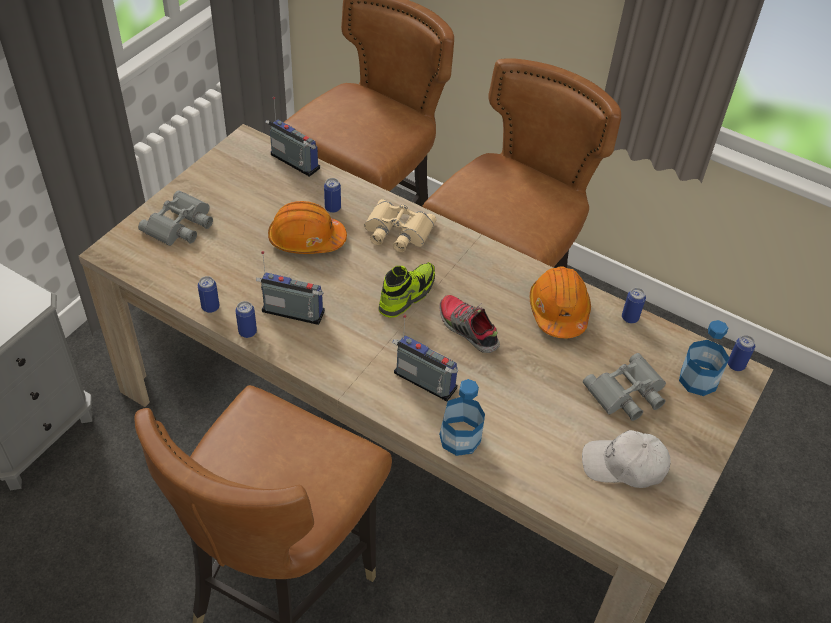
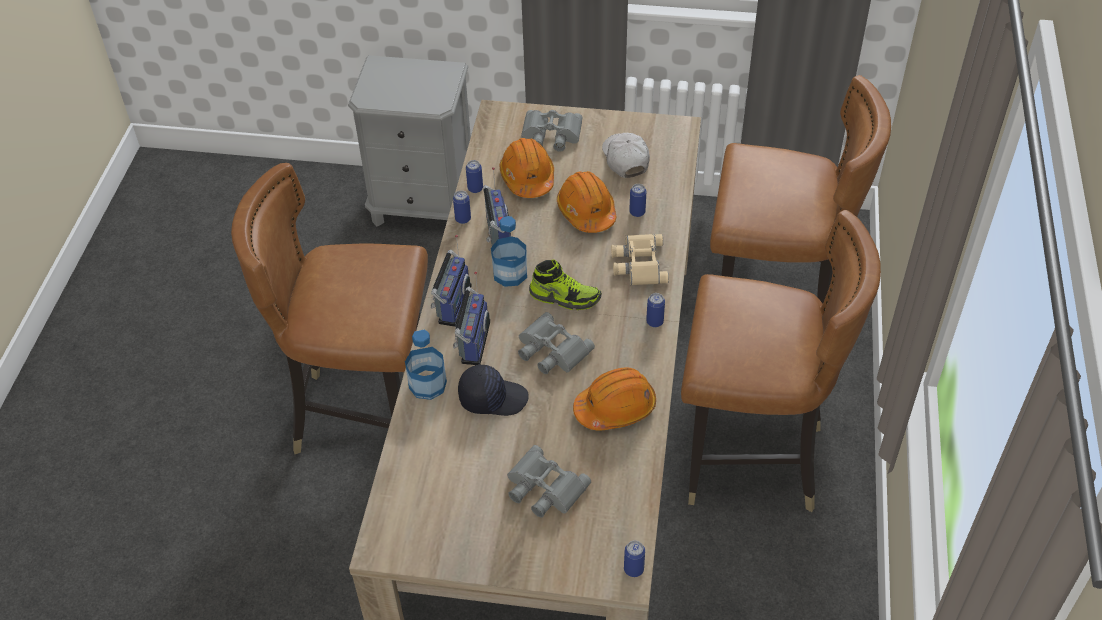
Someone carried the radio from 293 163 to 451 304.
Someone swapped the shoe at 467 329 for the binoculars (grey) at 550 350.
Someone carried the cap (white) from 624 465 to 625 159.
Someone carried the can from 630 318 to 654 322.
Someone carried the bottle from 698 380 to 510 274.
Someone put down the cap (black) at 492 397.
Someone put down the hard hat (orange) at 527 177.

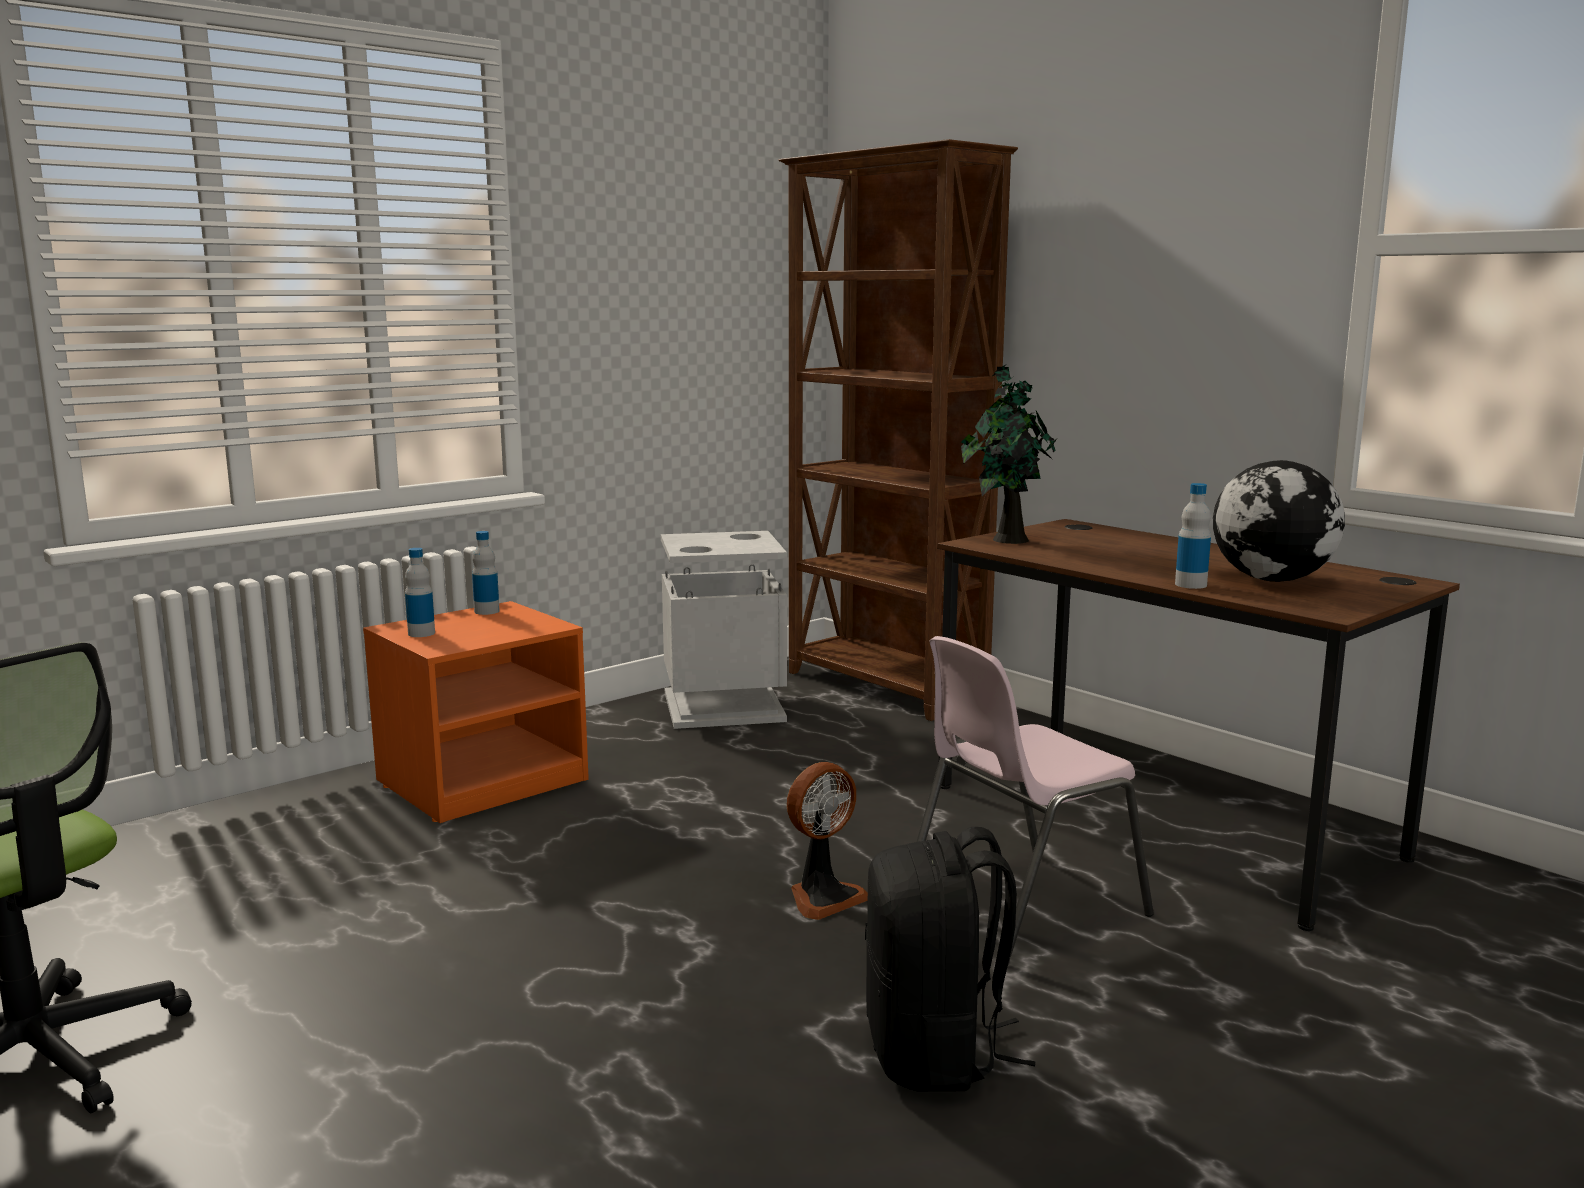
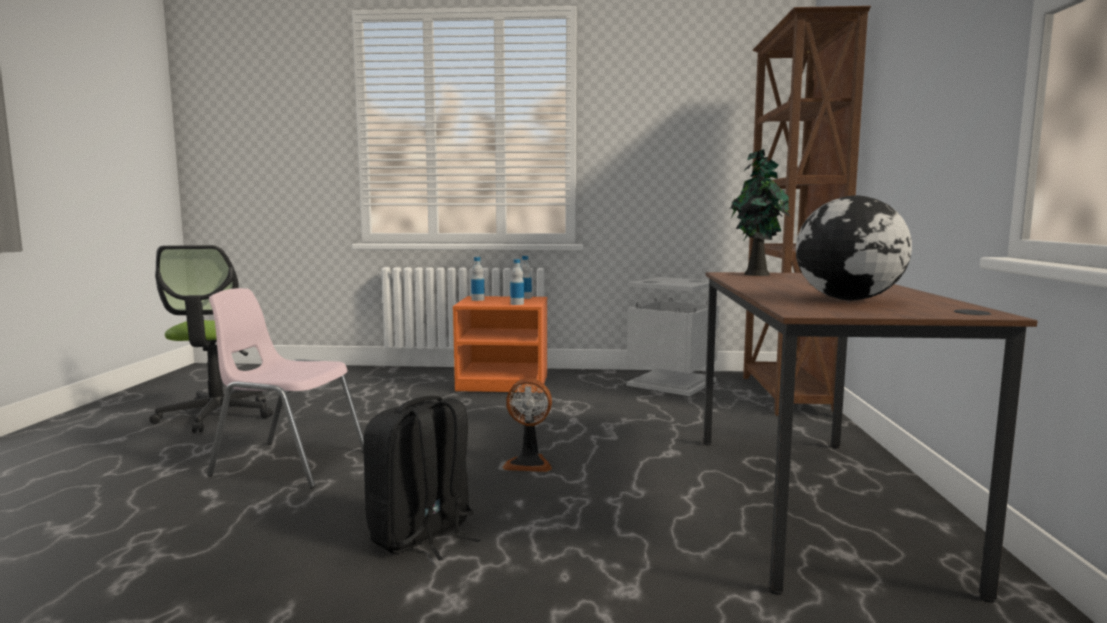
Someone carried the chair (pink) from 1019 907 to 288 463.
Someone carried the bottle from 1190 585 to 517 304.

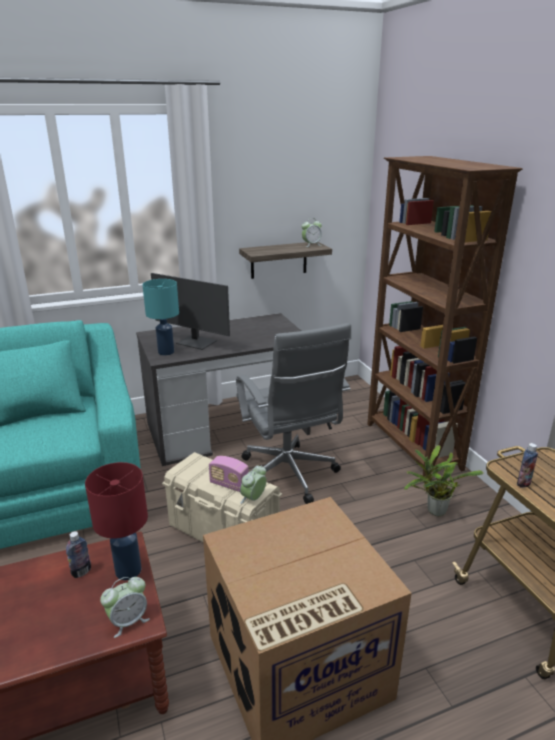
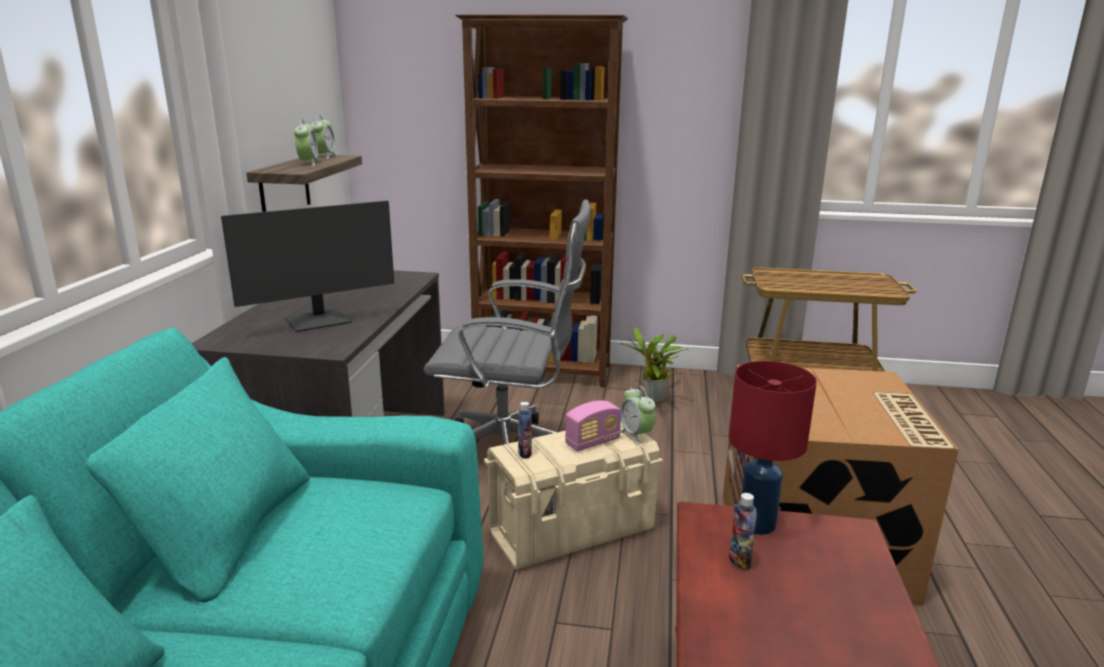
Someone carried the alarm clock from 128 621 to 308 163.
Someone took away the table lamp (turquoise) at 166 352.
Someone carried the bottle from 523 483 to 525 453.

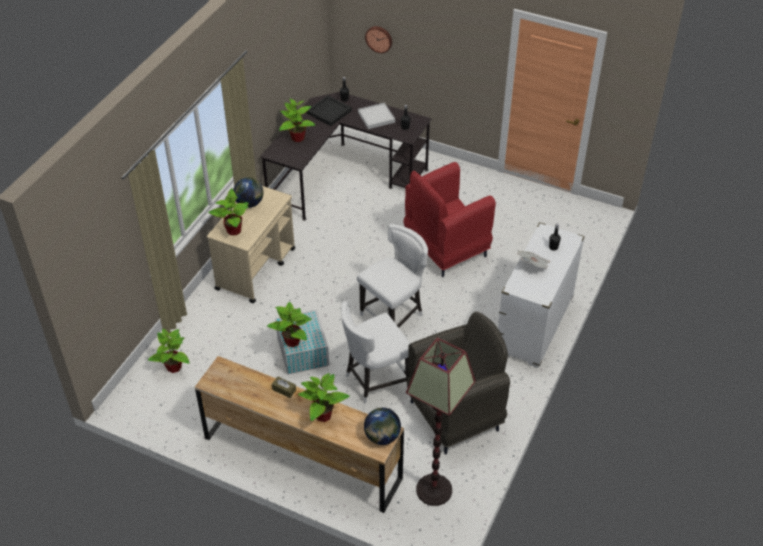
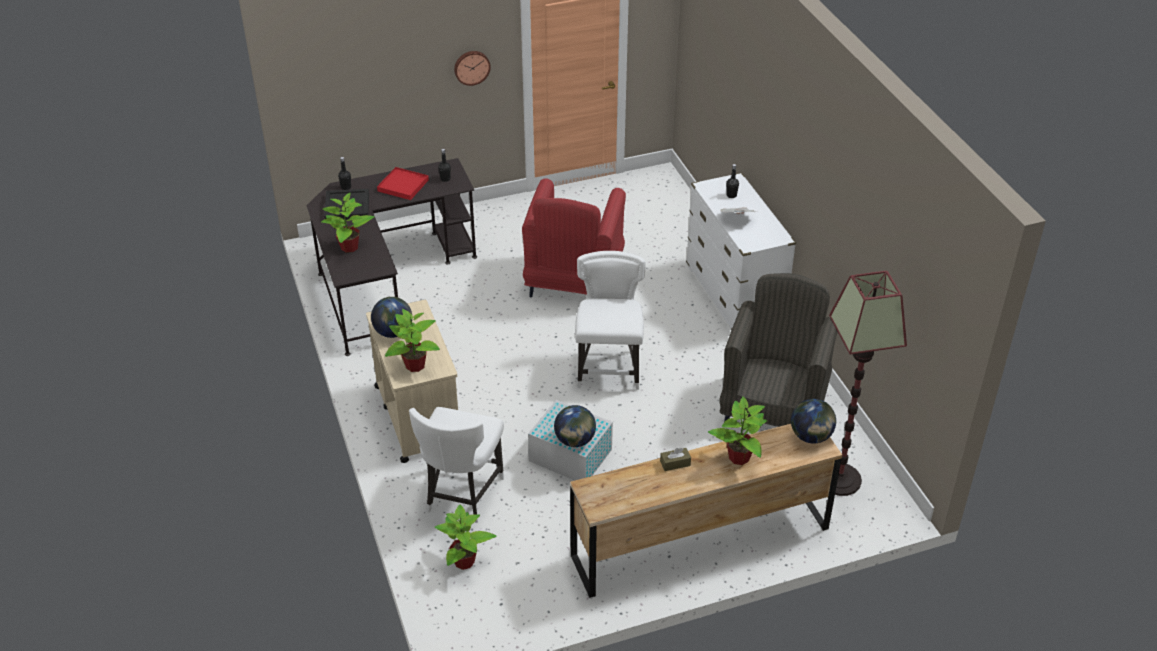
Someone swapped the potted plant at 293 341 for the globe at 575 440.
Someone carried the chair (white) from 375 380 to 461 495.
Someone repainted the tray (white) at 376 117, which became the tray (red) at 403 185.
Someone carried the wall clock from 379 38 to 471 67.

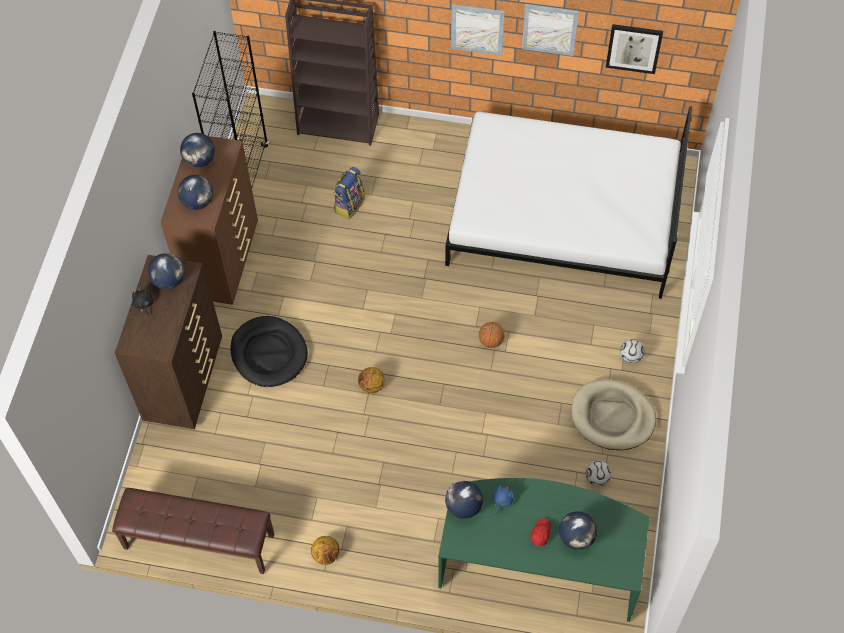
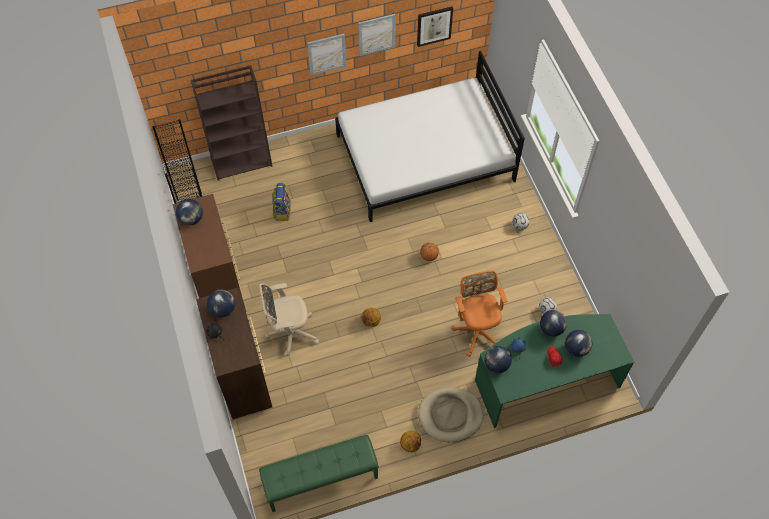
Someone repainted the bench (brown) at 198 542, which became the bench (green) at 321 480.
Someone carried the globe from 198 202 to 551 328.
Someone swapped the dog bed (black) at 269 353 for the office chair (beige) at 290 333.
Someone carried the dog bed (beige) from 612 417 to 450 415.
Someone put down the office chair (orange) at 477 330.

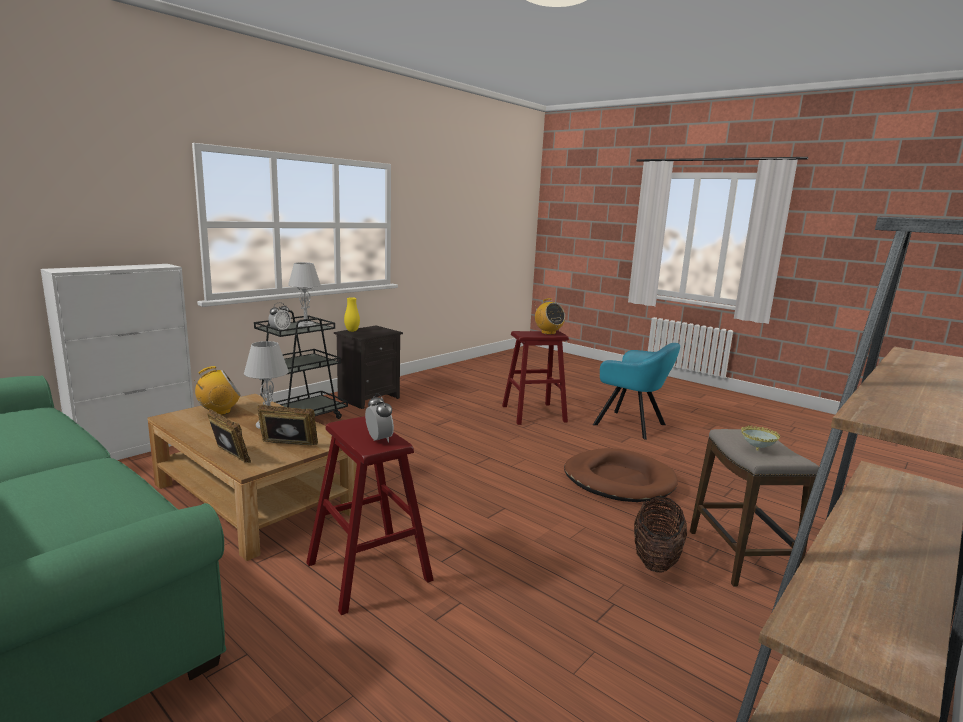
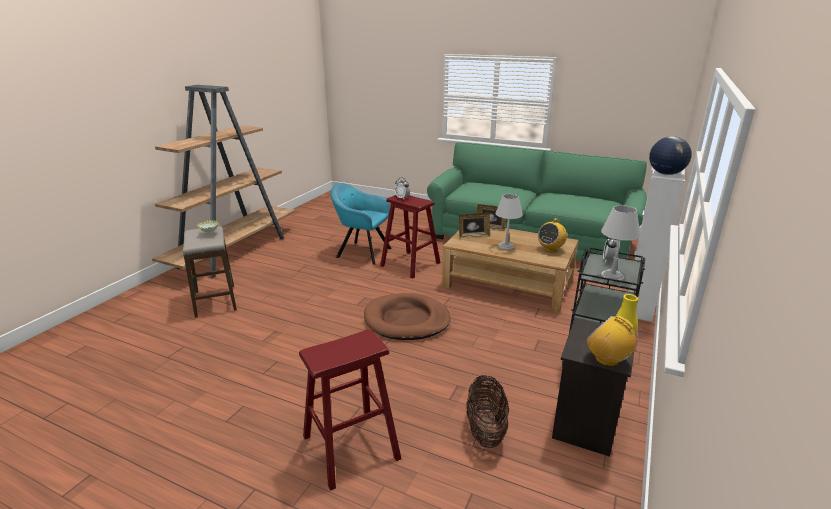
Someone carried the radio from 548 332 to 607 359.
Someone carried the dog bed (brown) from 619 480 to 406 320.
Someone carried the armchair (turquoise) from 632 425 to 361 252.
Someone carried the basket from 655 559 to 485 429.
Someone put down the globe at 665 174.

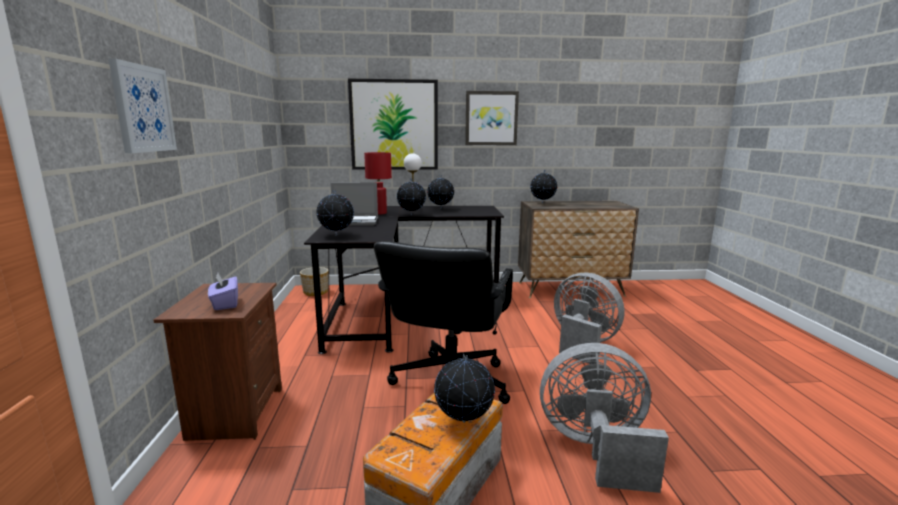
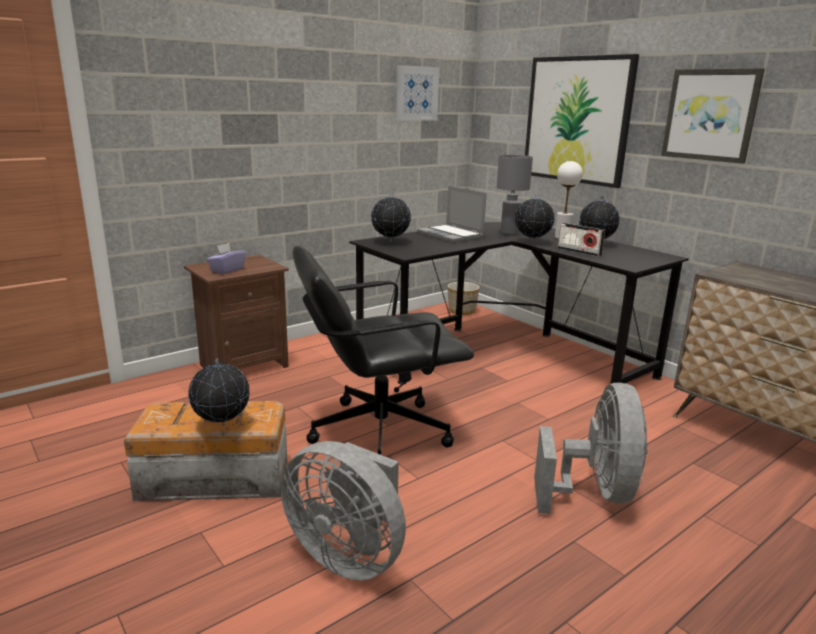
Someone carried the picture from 143 109 to 416 93.
Someone repainted the table lamp (red) at 379 213, which became the table lamp (grey) at 509 233.
Someone took away the globe at 542 203.
Someone rotated the fan (grey) at 596 449 by 150 degrees clockwise.
Someone put down the radio at 579 251.

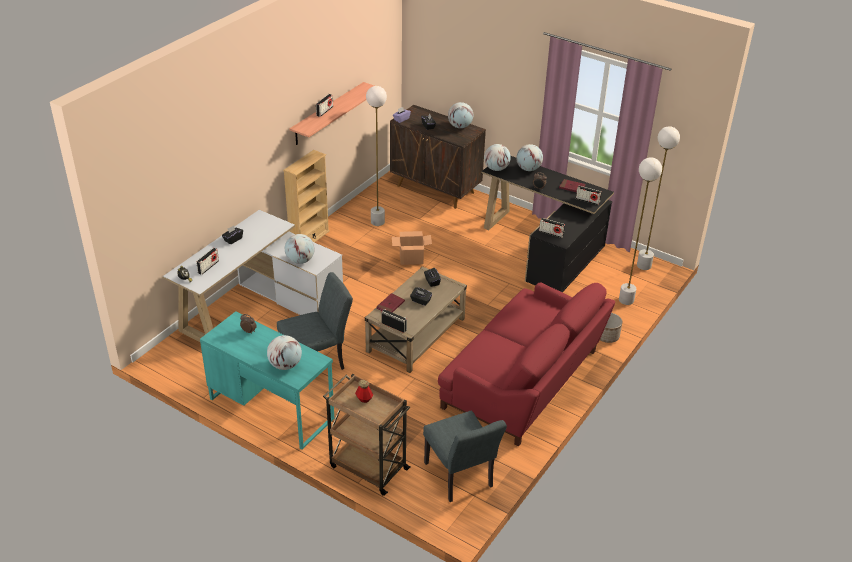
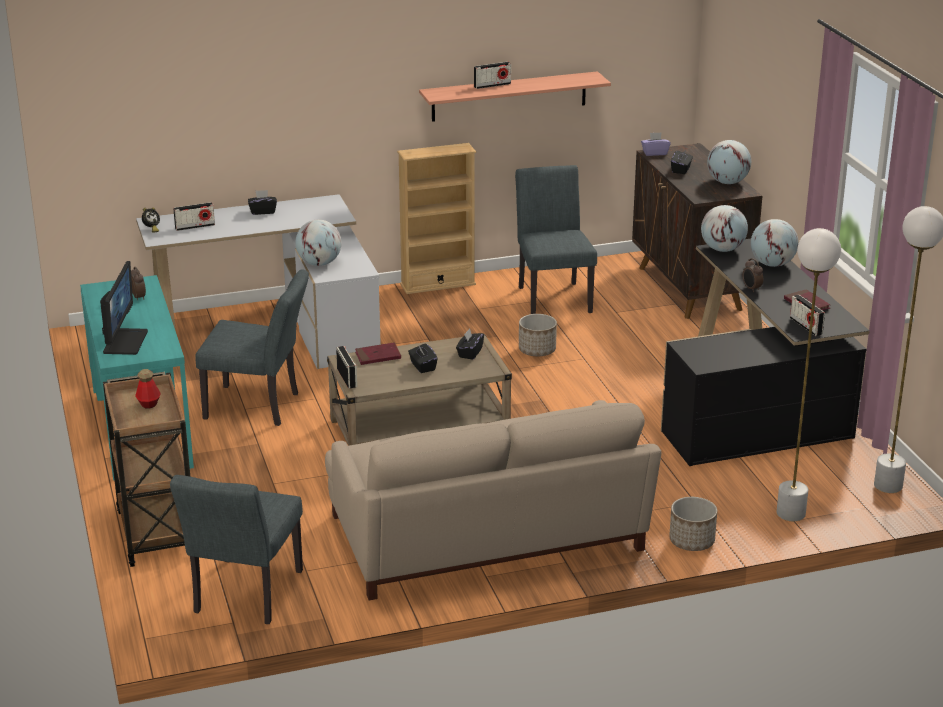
Someone swapped the globe at 285 365 for the monitor at 124 341.
Someone swapped the floor lamp (white) at 377 222 for the chair (grey) at 553 296.
Someone swapped the cardboard box at 411 259 for the planter at 536 350.
Someone repainted the sofa (red) at 524 381, which became the sofa (beige) at 488 537.
Someone took away the radio at 551 233.

